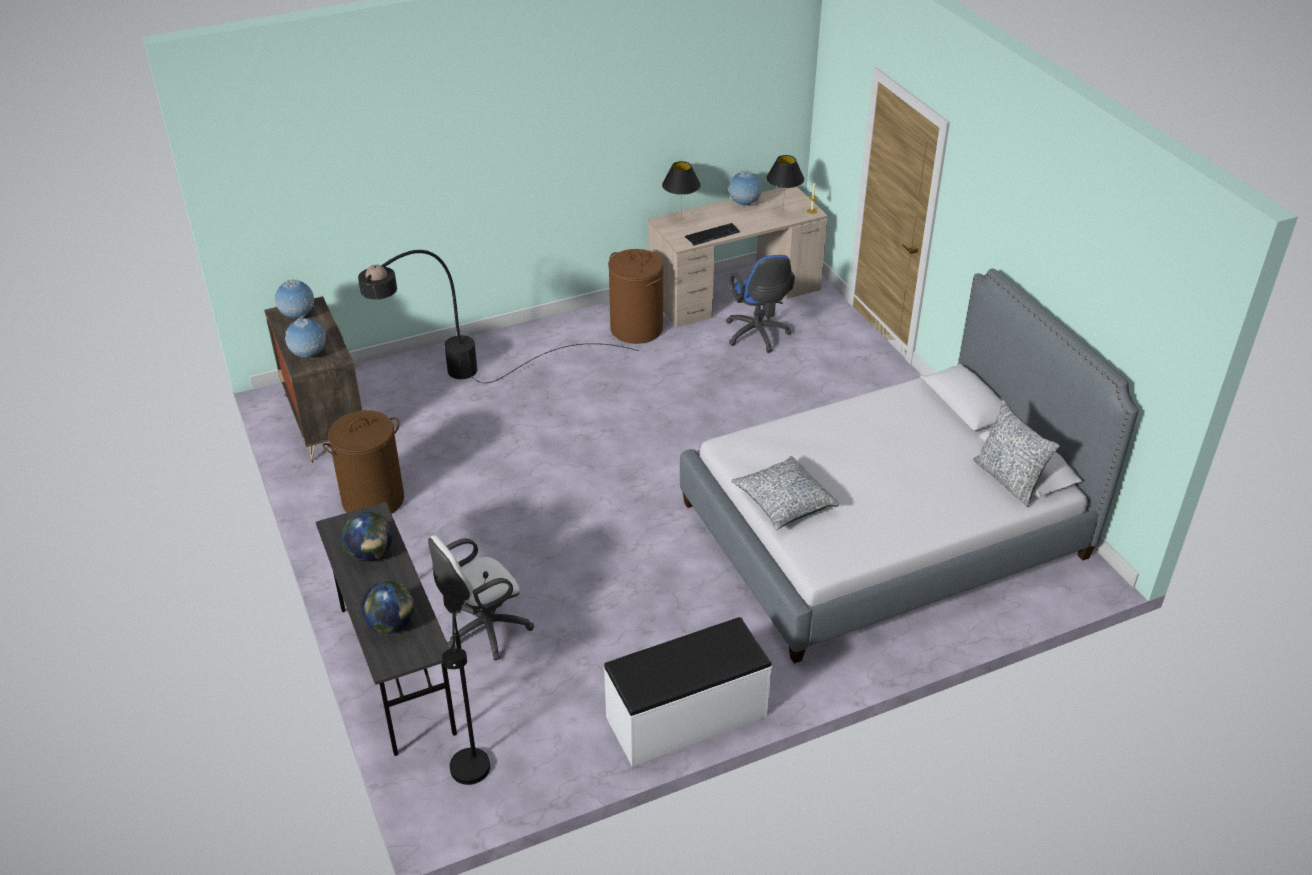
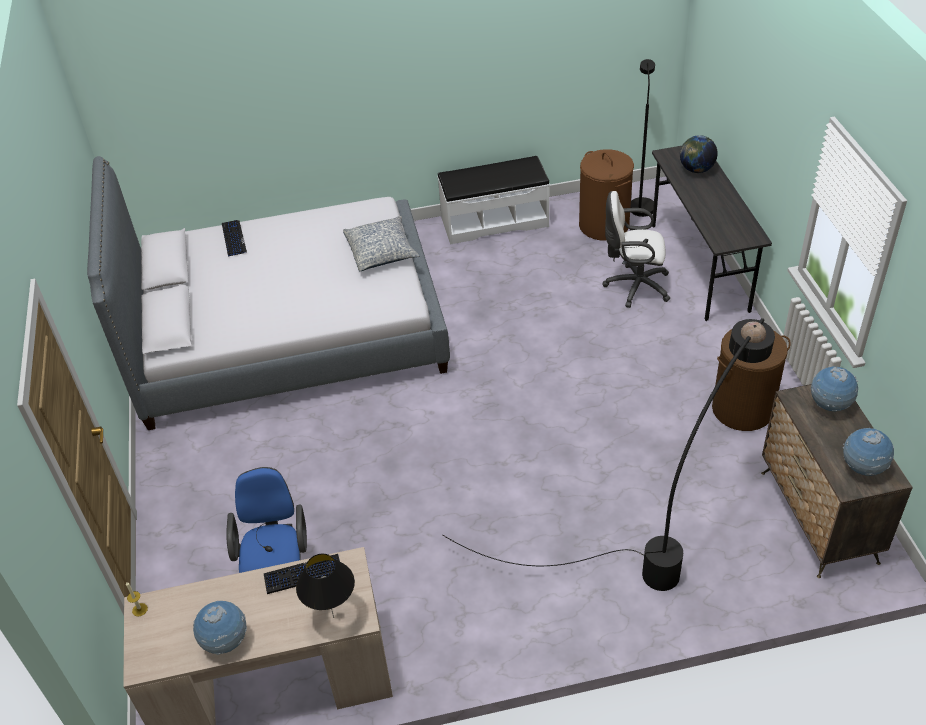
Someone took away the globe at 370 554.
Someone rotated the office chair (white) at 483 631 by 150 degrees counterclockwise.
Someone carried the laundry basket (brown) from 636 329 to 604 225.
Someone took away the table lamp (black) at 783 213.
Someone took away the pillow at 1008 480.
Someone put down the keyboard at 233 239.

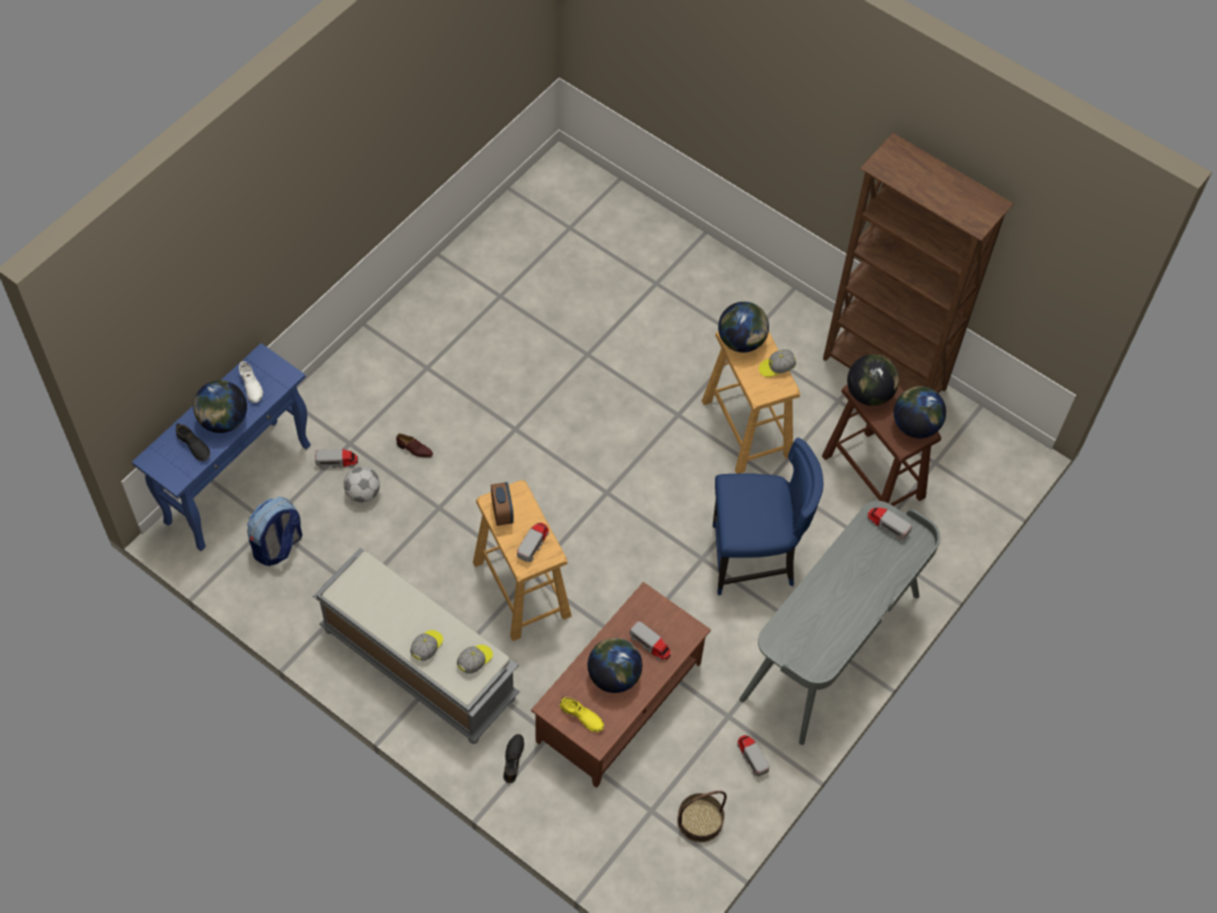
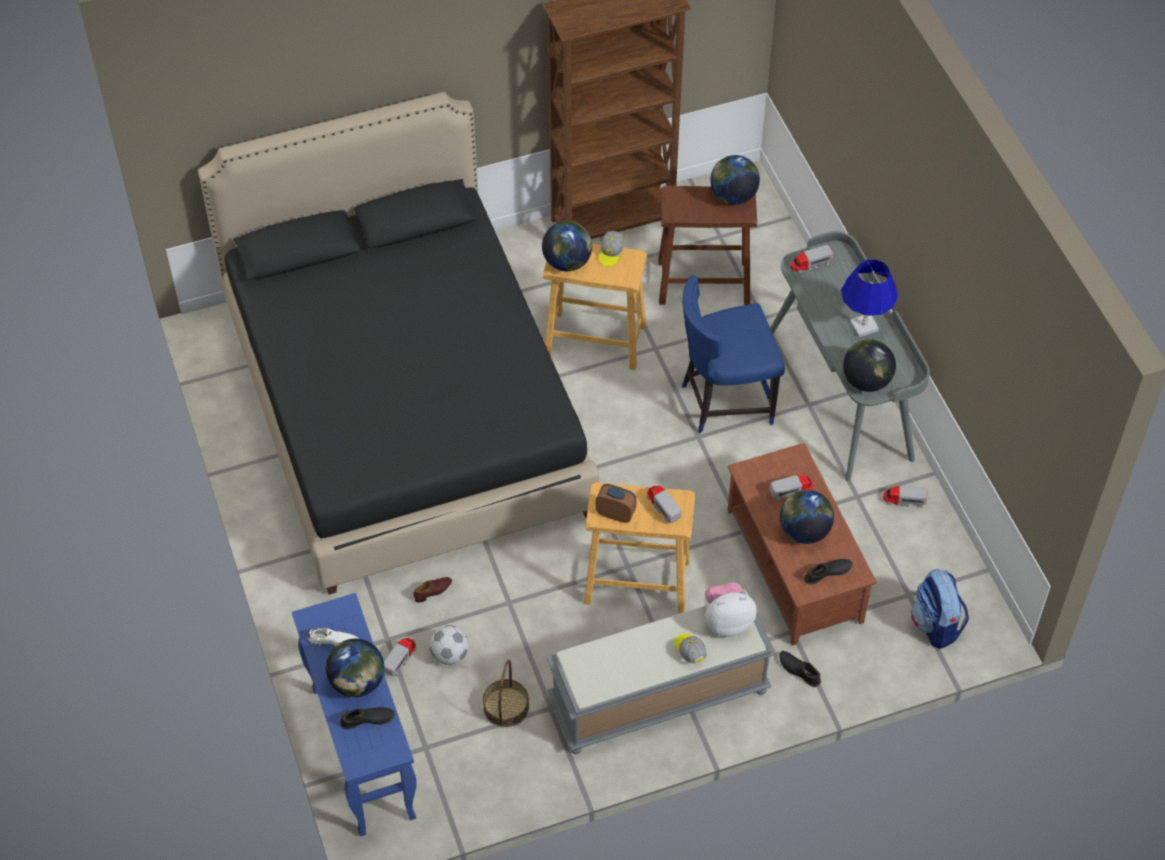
Someone carried the backpack from 278 546 to 936 625.
Someone swapped the cap at 475 661 for the plush toy at 727 621.
Someone repainted the shoe (yellow) at 581 717, which became the shoe (black) at 828 573.
Someone carried the basket from 700 820 to 506 707.
Someone rotated the chair (blue) at 754 559 by 135 degrees counterclockwise.
Someone carried the globe from 869 394 to 866 381.
Someone put down the bed (black) at 405 409.
Someone put down the table lamp (blue) at 864 326.

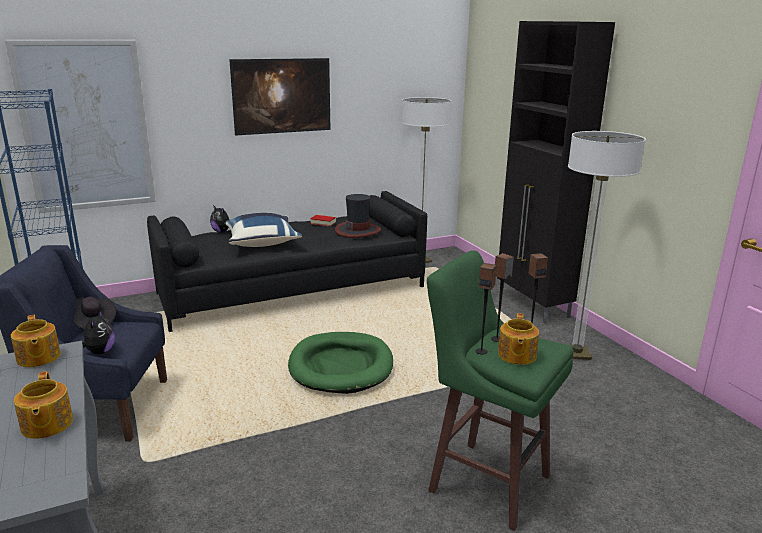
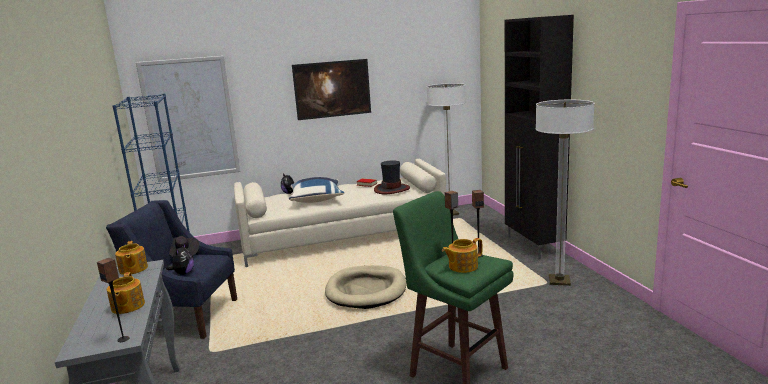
Someone repainted the sofa (black) at 293 290, which became the sofa (beige) at 343 237.
Someone repainted the dog bed (green) at 341 366, which became the dog bed (beige) at 366 290.
Someone carried the speaker from 481 351 to 123 339.
Someone rotated the teapot at 516 355 by 45 degrees clockwise.

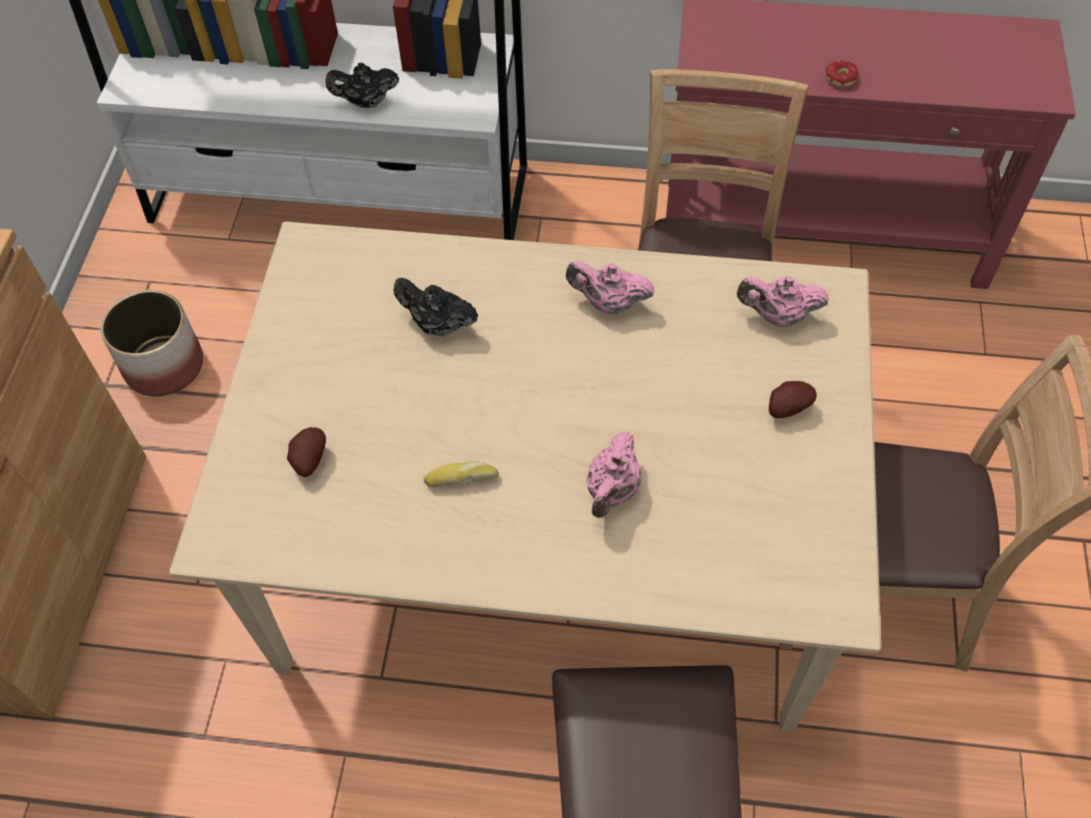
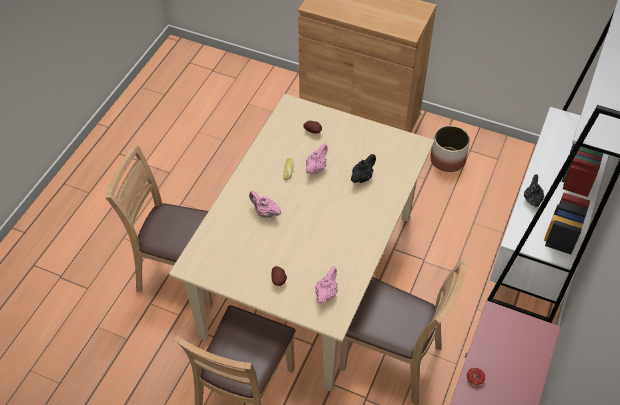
Someone carried the teapot (pink) from 608 304 to 316 168.

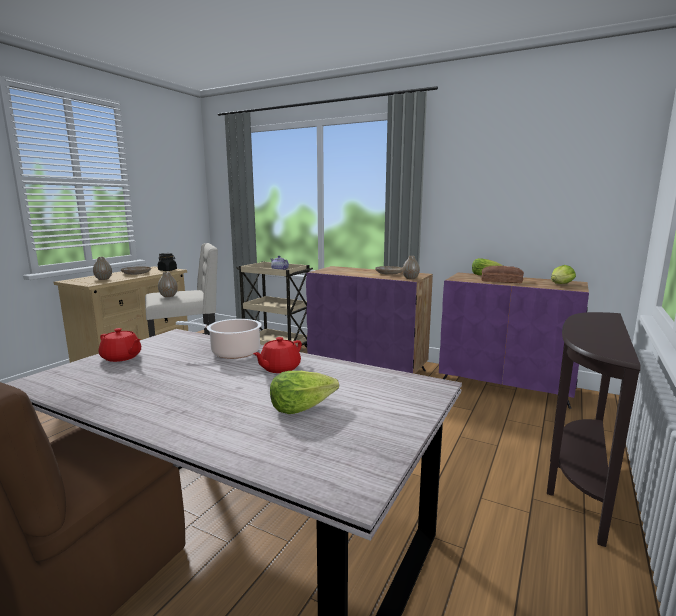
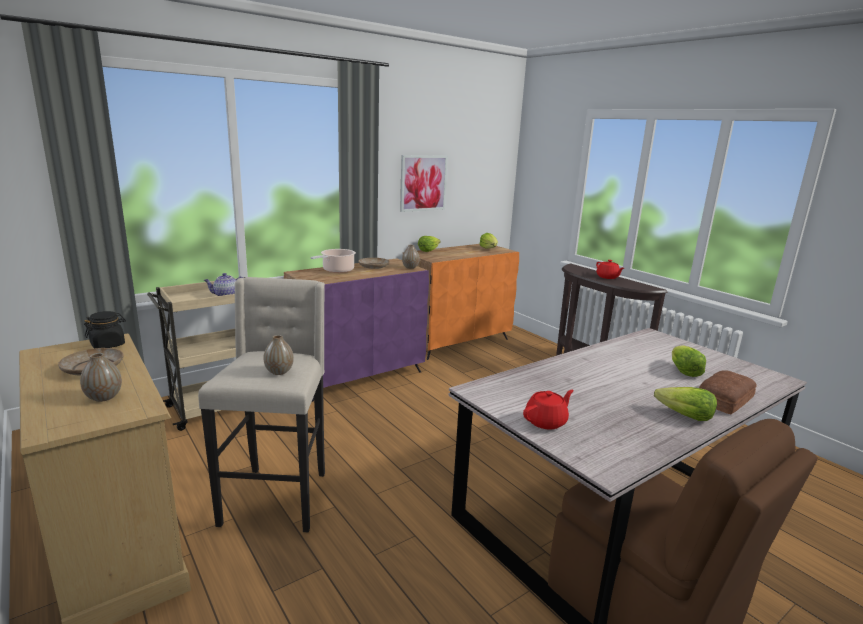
Someone carried the cooking pot from 232 352 to 336 270.
Someone carried the teapot (red) from 279 368 to 607 277.
Someone repainted the cabinet (purple) at 505 386, which became the cabinet (orange) at 457 341.
Someone carried the bread from 501 280 to 723 399.
Someone put up the picture at 423 183.
Someone put down the lettuce at 684 416.

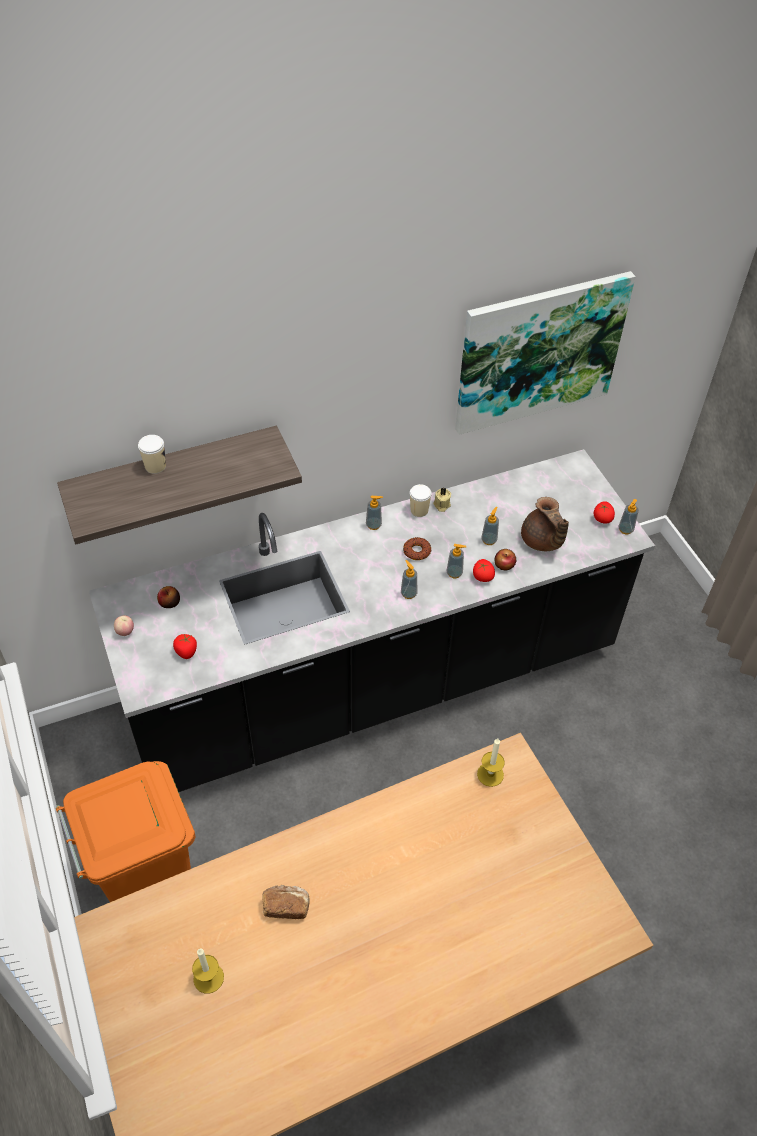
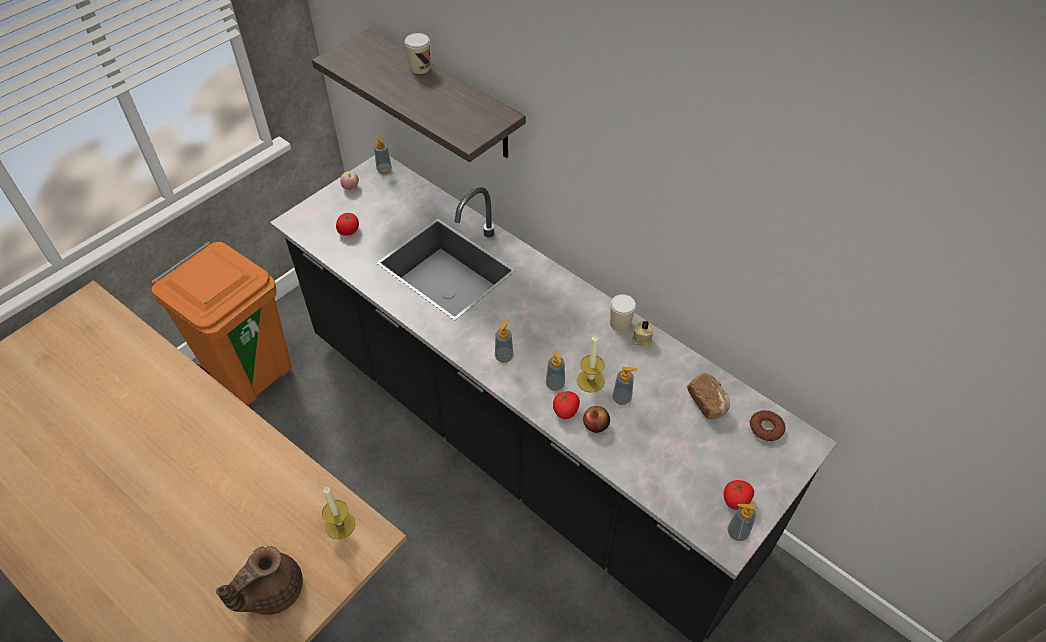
Someone took away the apple at 169 603.
Someone carried the candle from 208 978 to 590 381.
Someone carried the bread from 286 906 to 707 402.
Someone carried the soap dispenser from 373 525 to 384 170.
Someone carried the donut from 416 551 to 766 428.
Someone took away the picture at 539 351.
Someone carried the teapot (brown) from 542 541 to 271 591.

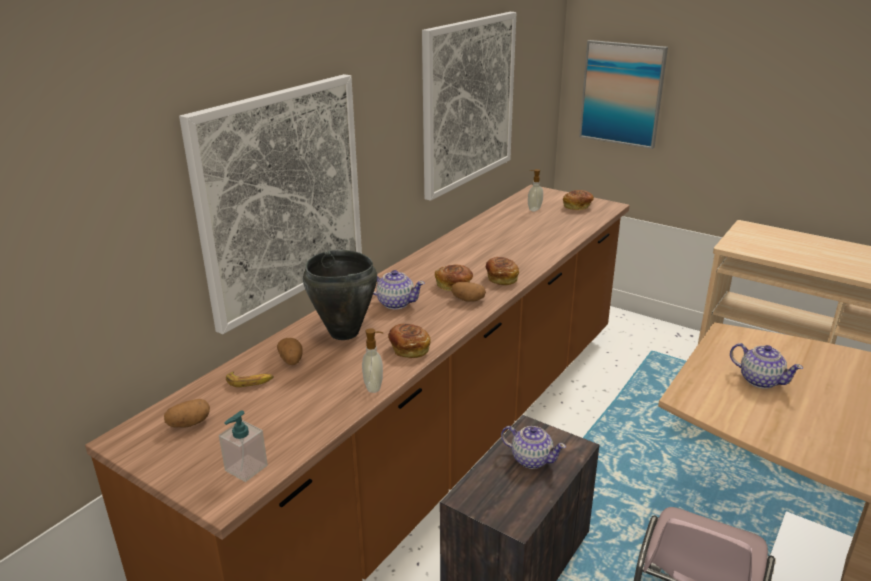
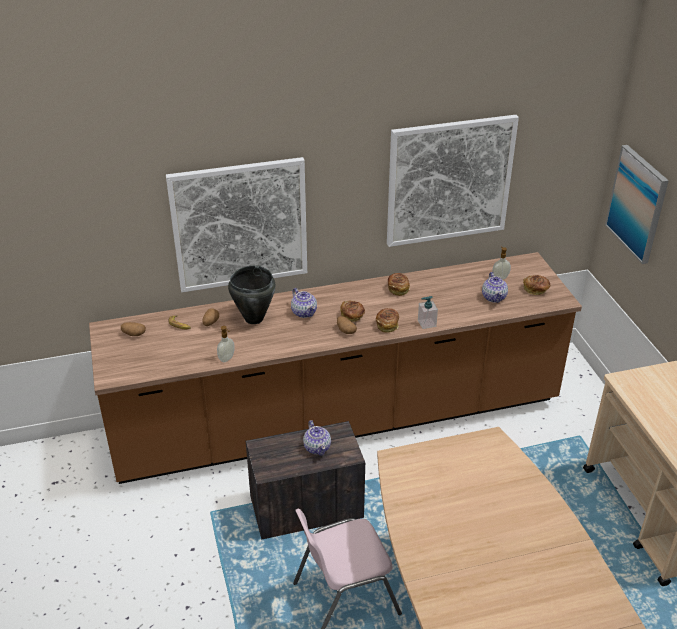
Someone carried the soap dispenser from 246 468 to 426 323.
Someone carried the bread from 409 349 to 398 289.
Someone carried the teapot from 760 380 to 494 297.

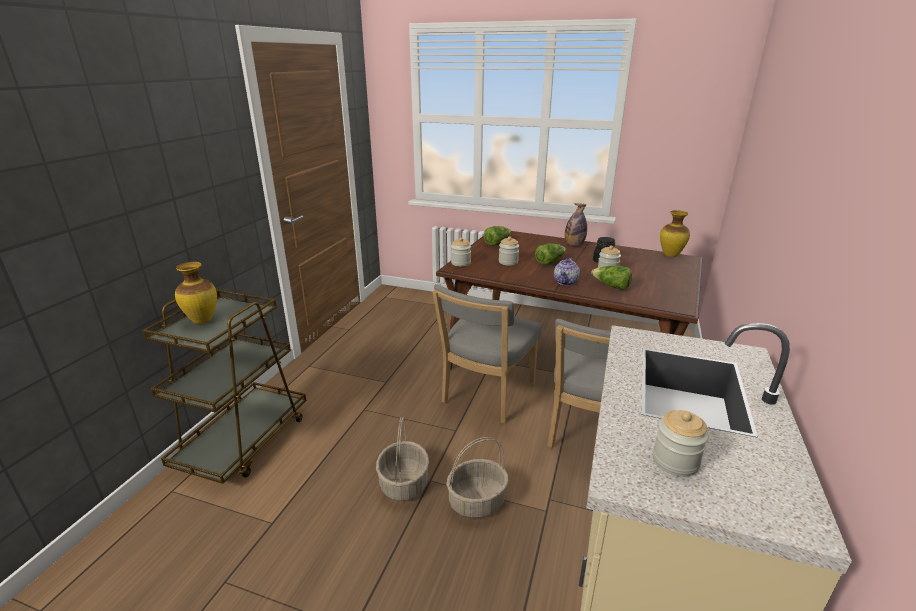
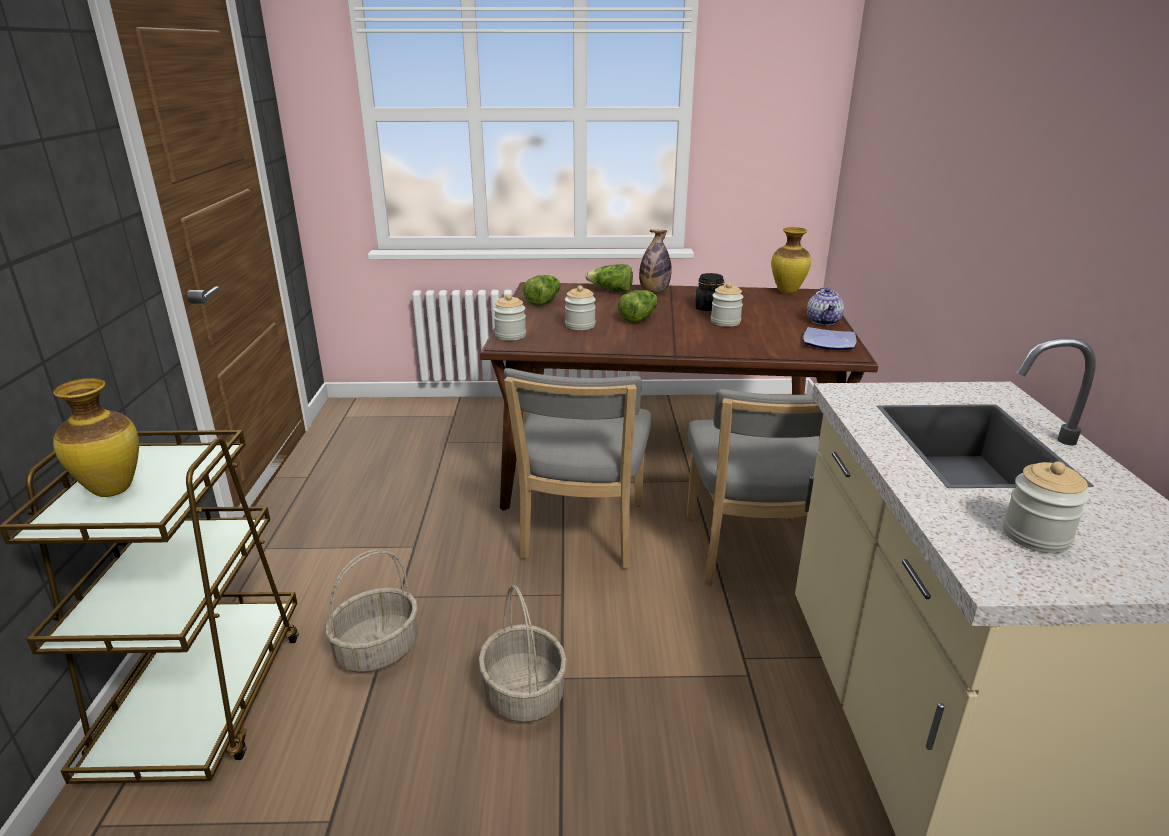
Someone carried the basket from 477 501 to 378 649.
Someone carried the teapot from 566 282 to 824 321.
Someone carried the lettuce from 611 286 to 611 290.
Someone put down the plate at 830 343.

